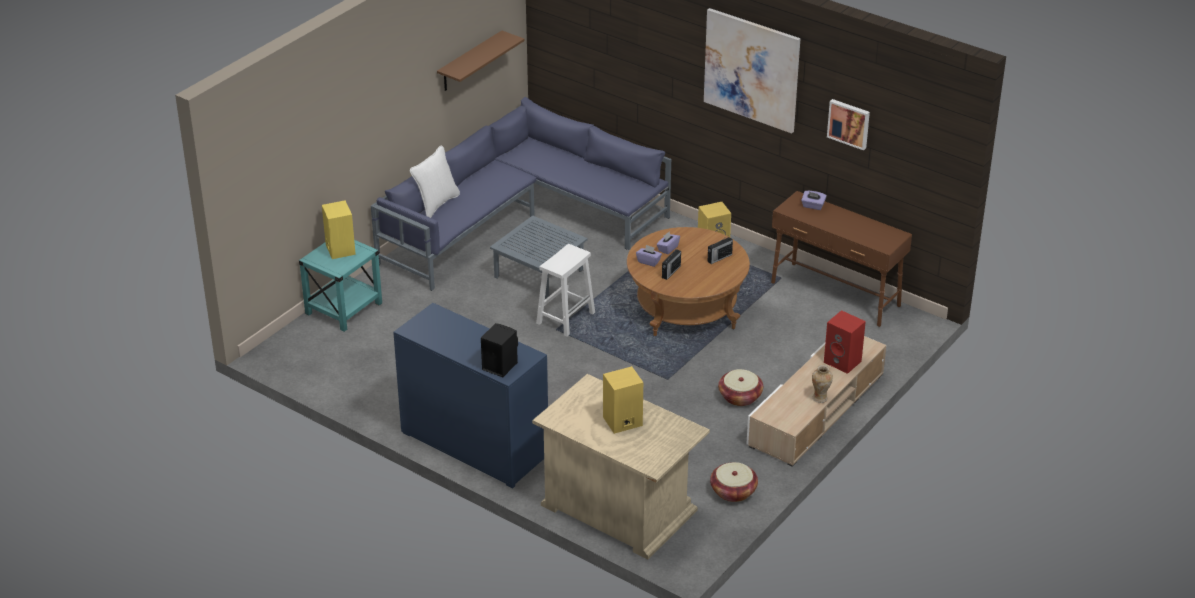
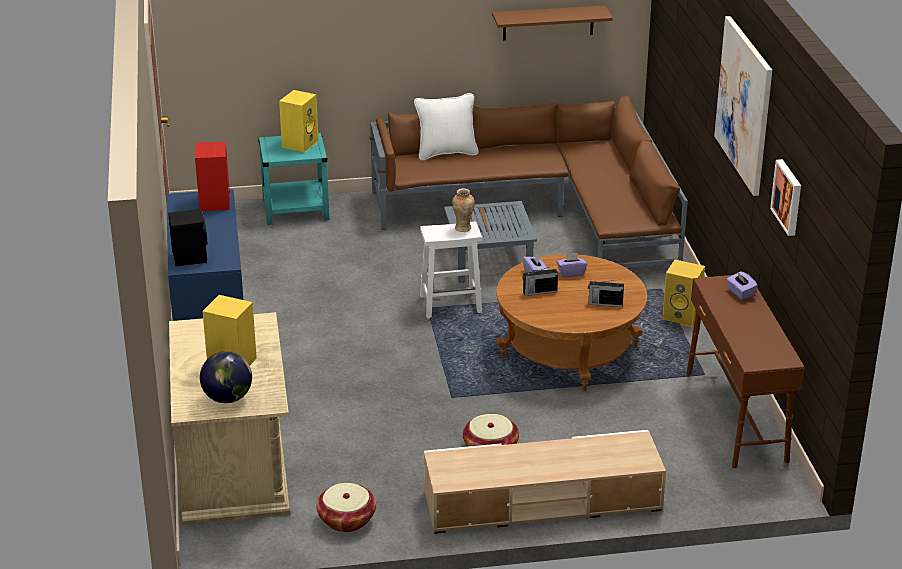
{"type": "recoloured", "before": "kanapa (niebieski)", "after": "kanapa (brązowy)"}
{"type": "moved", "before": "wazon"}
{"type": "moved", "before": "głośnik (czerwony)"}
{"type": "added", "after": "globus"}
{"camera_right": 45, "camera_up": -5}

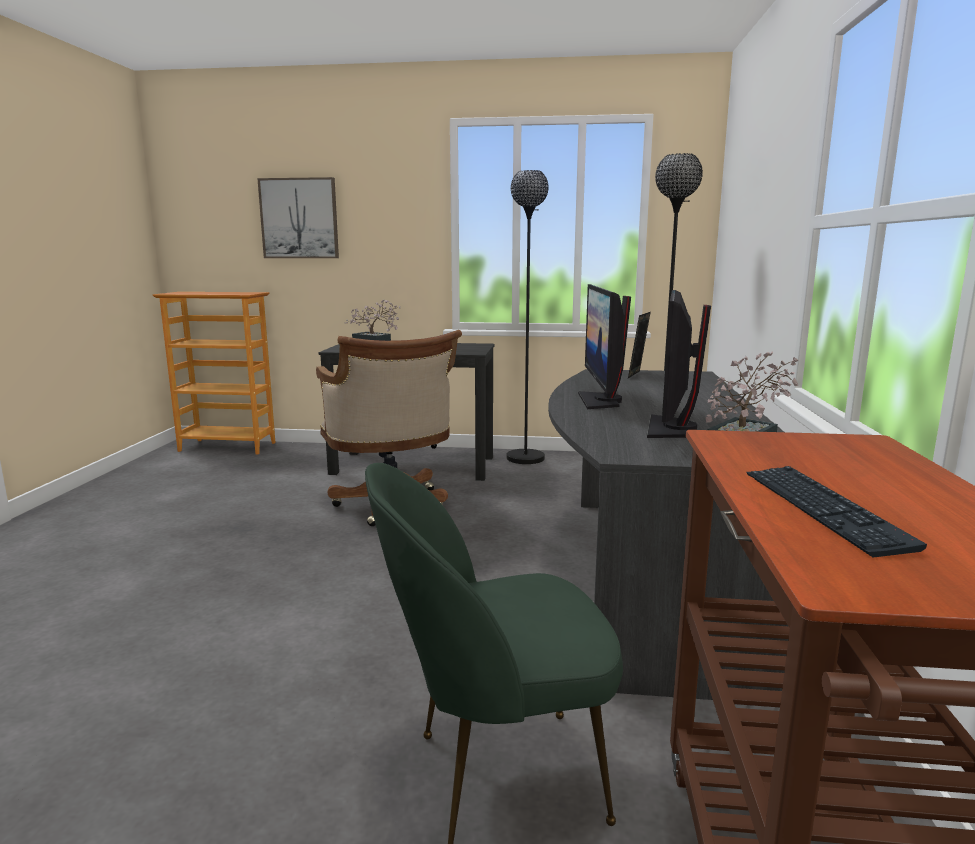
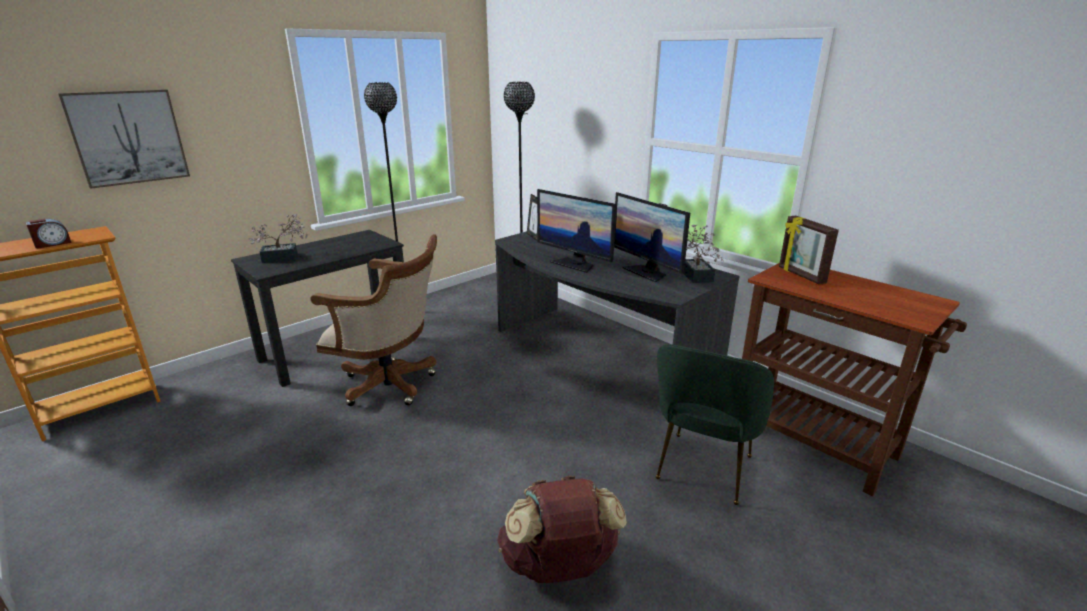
{"type": "removed", "before": "klawiatura"}
{"type": "added", "after": "budzik"}
{"type": "added", "after": "plecak (brązowy)"}
{"type": "added", "after": "ramka na zdjęcie (2nd from left)"}
{"camera_right": -50, "camera_up": 10}

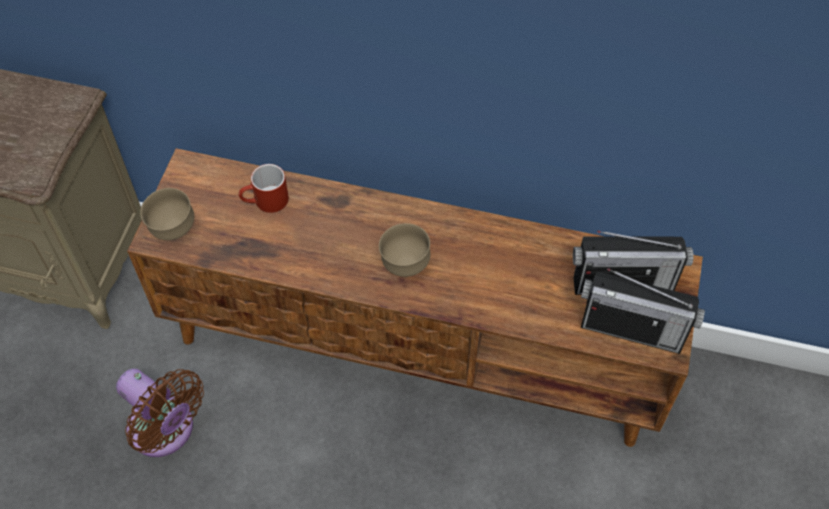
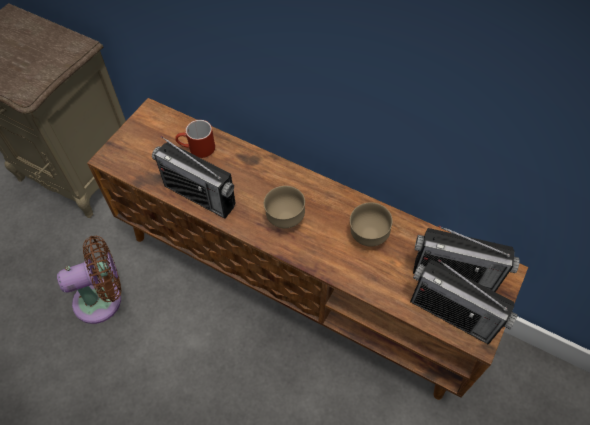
{"type": "turned", "before": "wentylator (brązowy)", "turn": -75}
{"type": "moved", "before": "miska (brązowy) (1st from left in the first image)", "after": "miska (brązowy) (2nd from left)"}
{"type": "added", "after": "radio (1st from left)"}
{"camera_right": 15, "camera_up": 0}

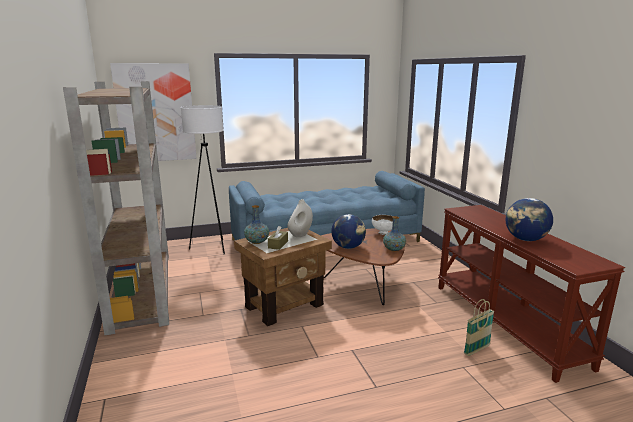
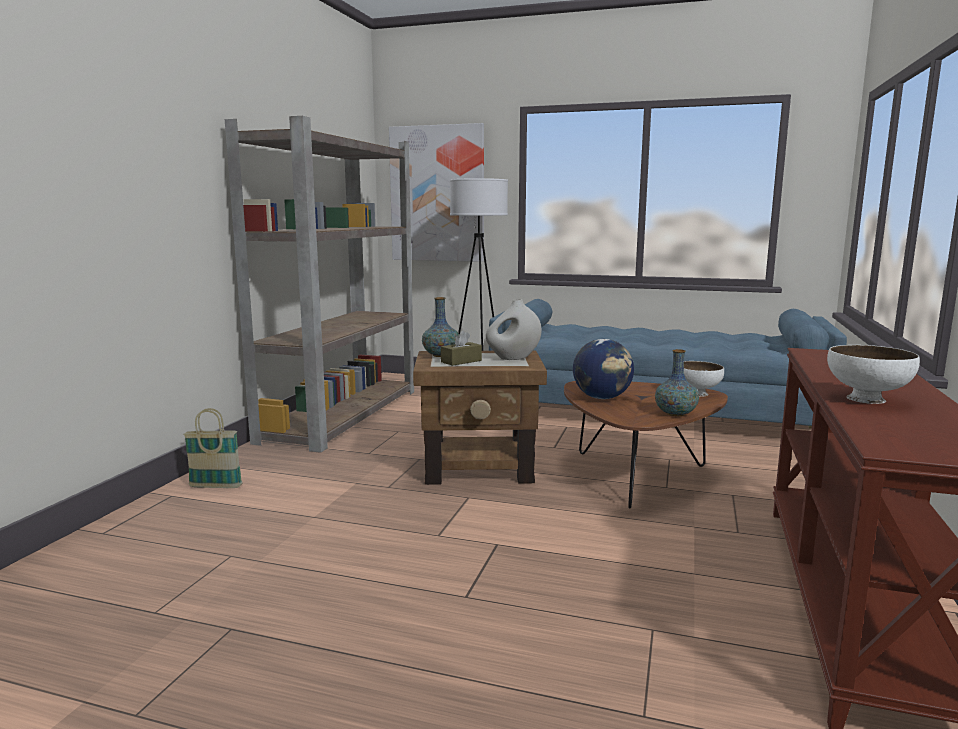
{"type": "moved", "before": "koszyk"}
{"type": "replaced", "before": "globus (2nd from left)", "after": "miska (biały) (2nd from left)"}
{"camera_right": 35, "camera_up": -5}

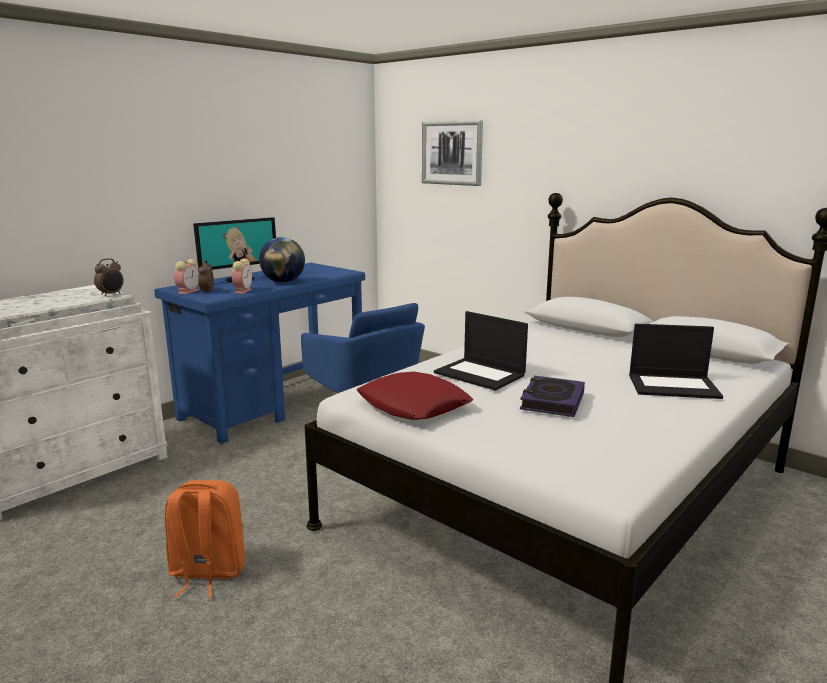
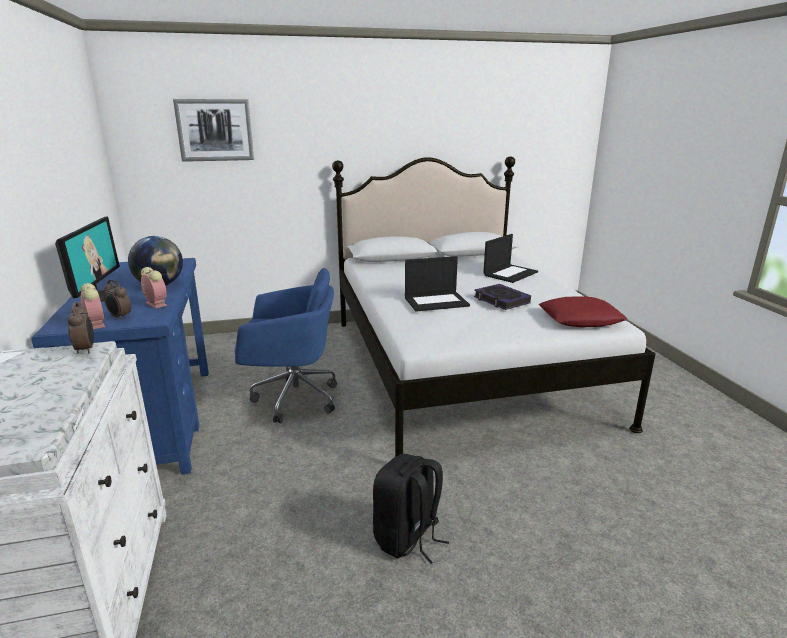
{"type": "recoloured", "before": "plecak (pomarańczowy)", "after": "plecak (czarny)"}
{"type": "moved", "before": "poduszka (czerwony)"}
{"camera_right": -55, "camera_up": 5}

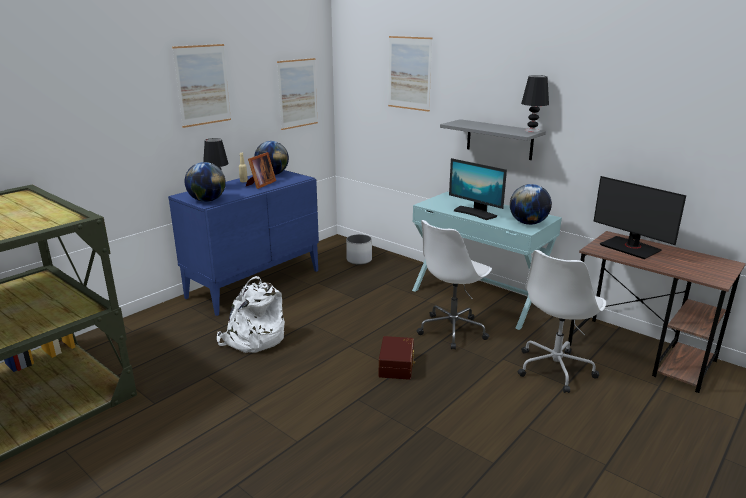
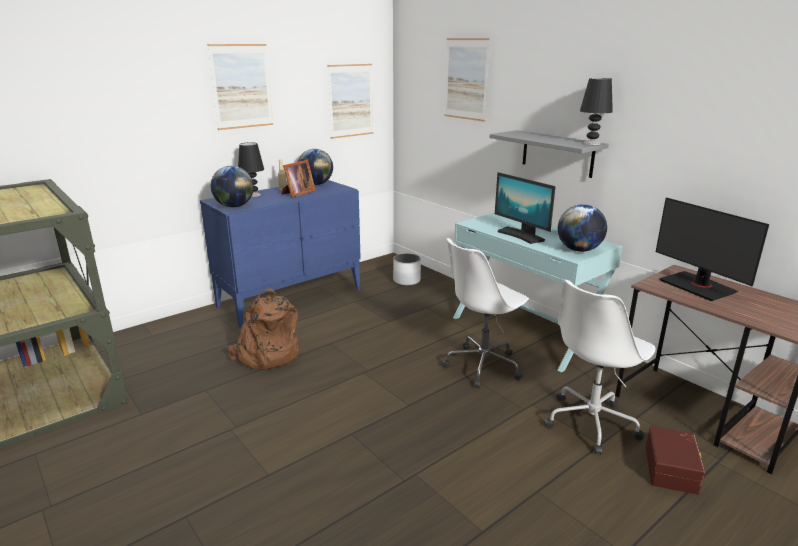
{"type": "recoloured", "before": "plecak (biały)", "after": "plecak (brązowy)"}
{"type": "moved", "before": "pojemnik do przechowywania (brązowy)"}
{"camera_right": 10, "camera_up": 0}

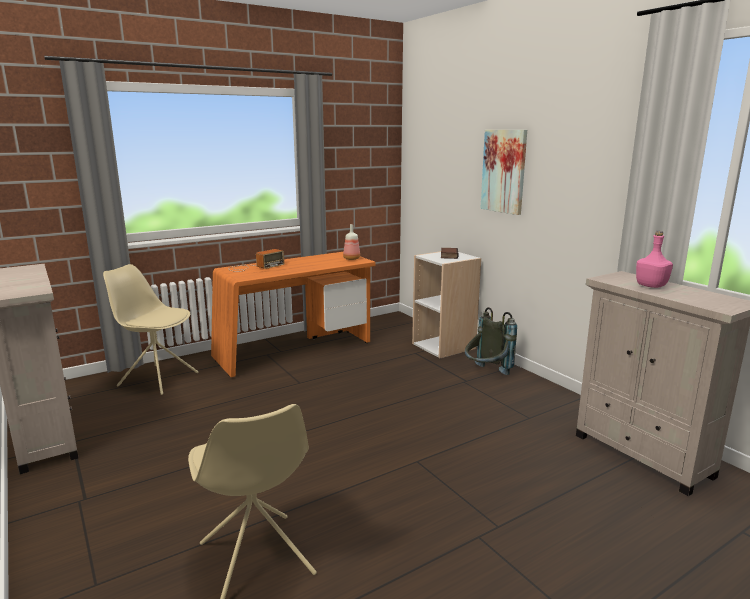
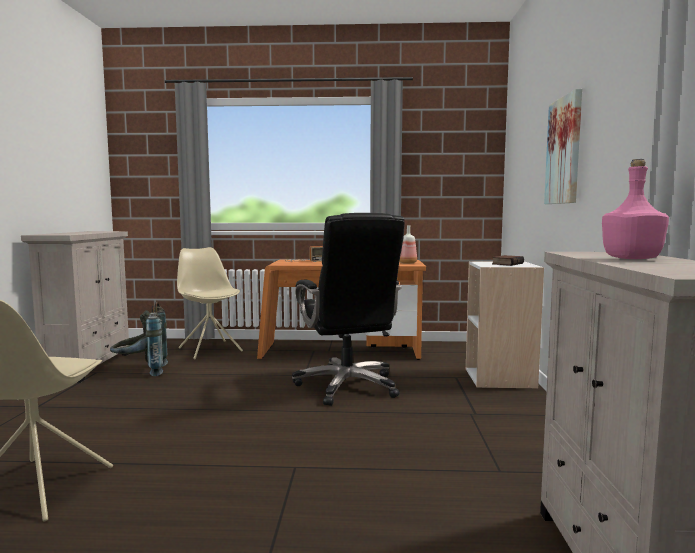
{"type": "moved", "before": "plecak (szary)"}
{"type": "added", "after": "krzesło biurowe (czarny)"}
{"camera_right": 35, "camera_up": -10}

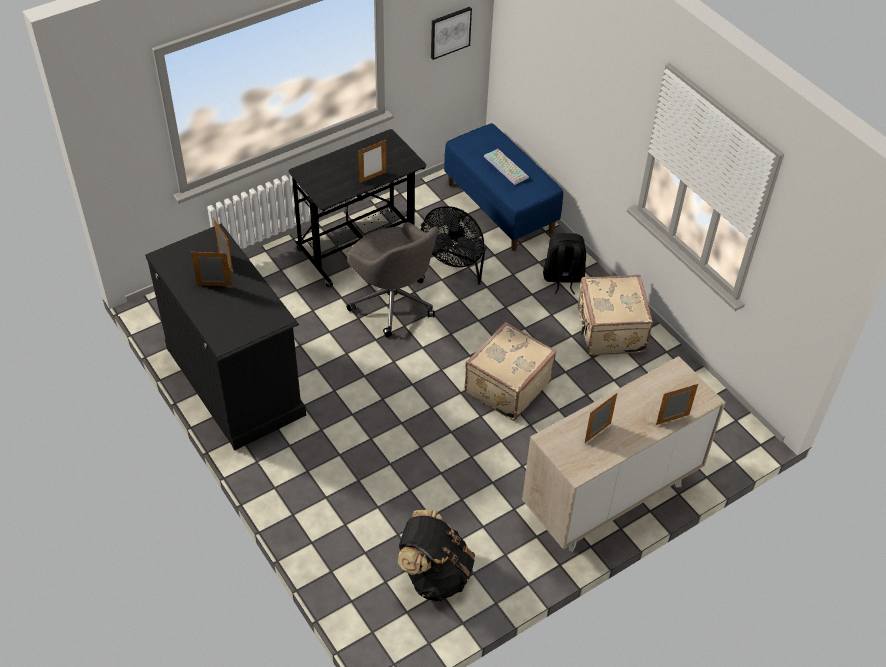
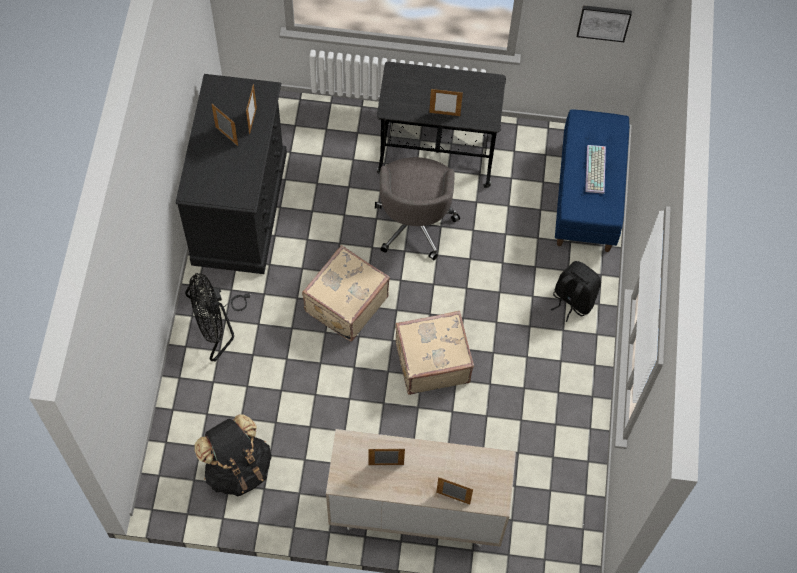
{"type": "moved", "before": "wentylator (czarny)"}
{"type": "moved", "before": "walizka (beżowy) (2nd from left in the first image)", "after": "walizka (beżowy) (1st from left)"}
{"camera_right": 40, "camera_up": 15}

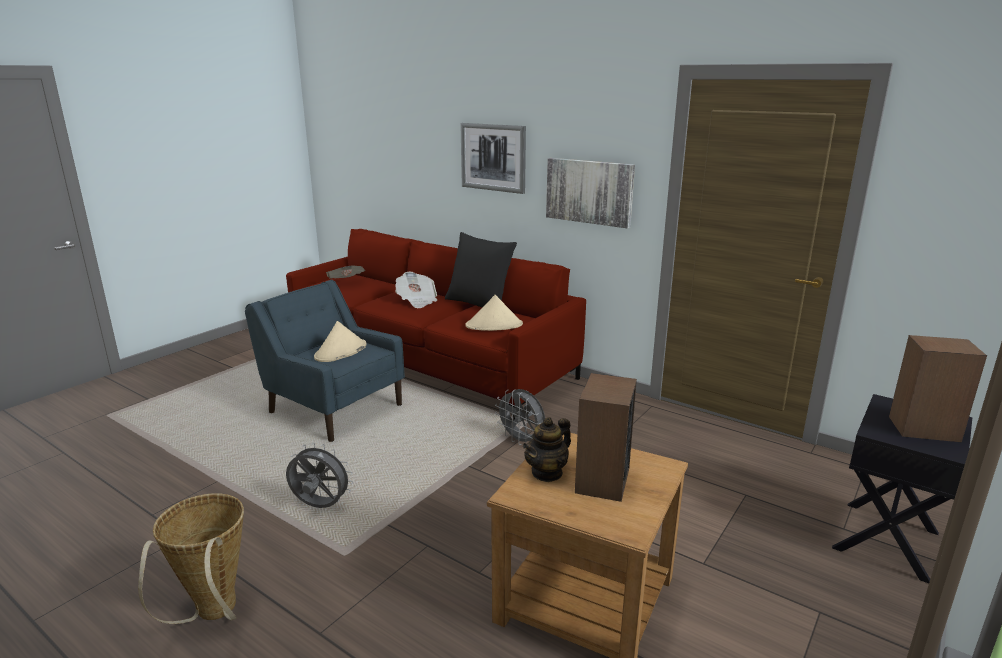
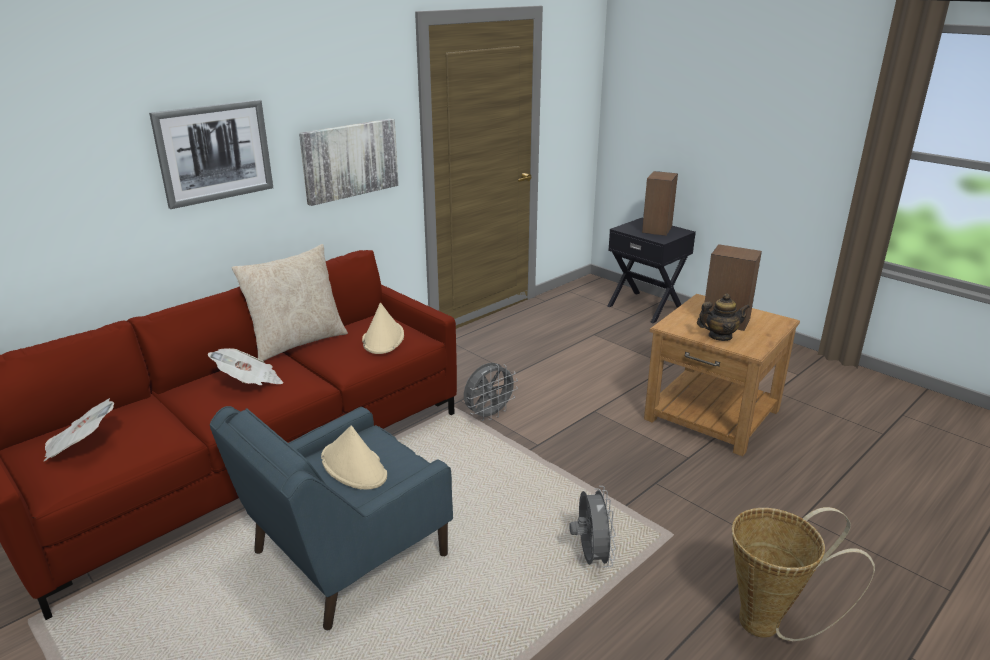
{"type": "turned", "before": "wentylator (szary) (1st from left in the first image)", "turn": 150}
{"type": "recoloured", "before": "poduszka (czarny)", "after": "poduszka (beżowy)"}
{"type": "turned", "before": "imbryk", "turn": -60}
{"camera_right": -80, "camera_up": 5}

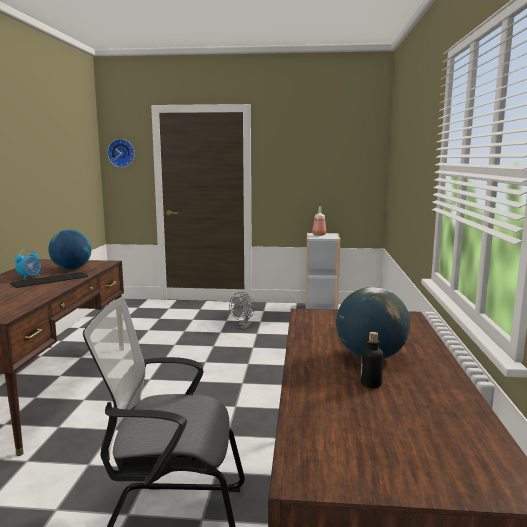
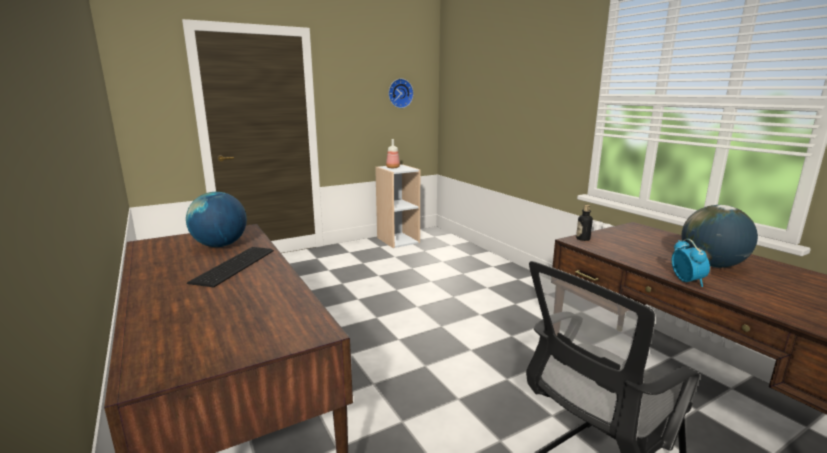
{"type": "moved", "before": "budzik"}
{"type": "moved", "before": "zegar ścienny"}
{"type": "removed", "before": "wentylator (szary)"}
{"type": "moved", "before": "butelka (2nd from left)"}
{"camera_right": -35, "camera_up": 5}

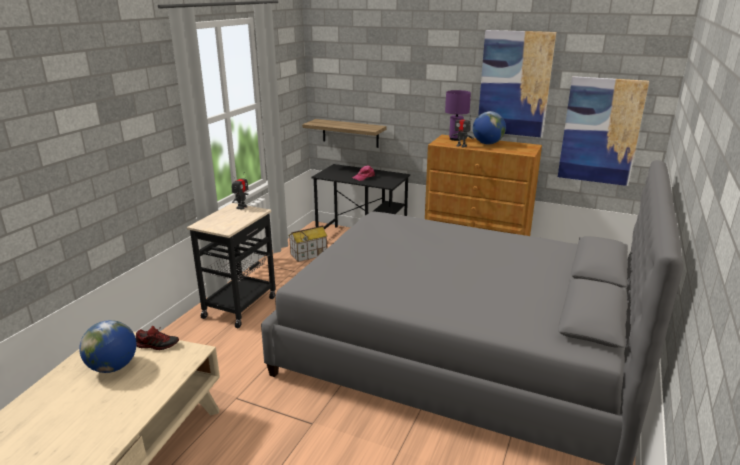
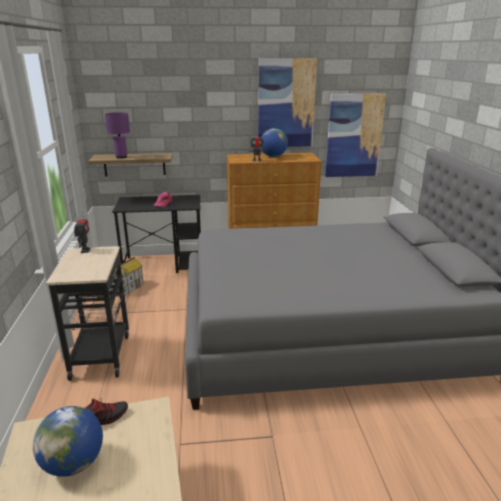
{"type": "moved", "before": "lampa stołowa (fioletowy)"}
{"camera_right": -30, "camera_up": 0}

